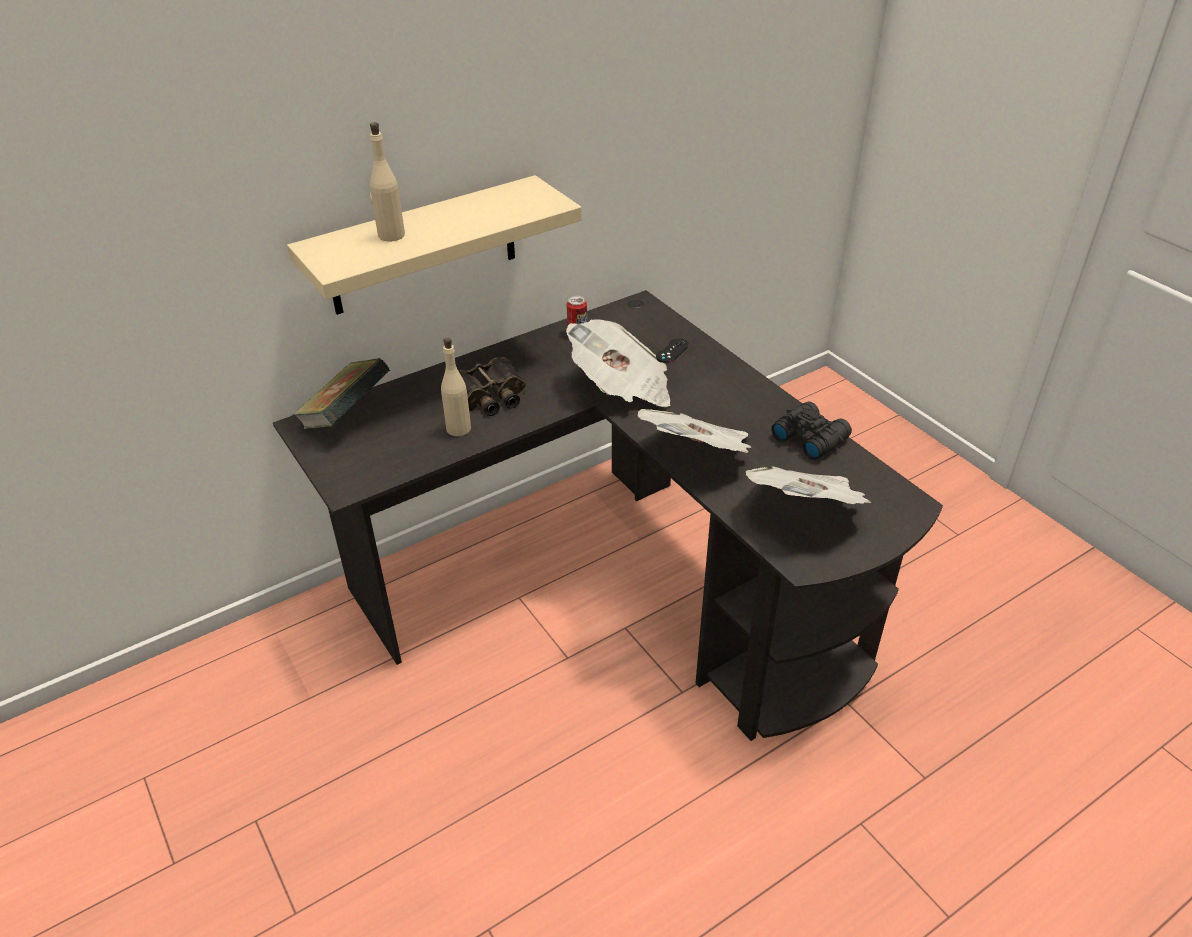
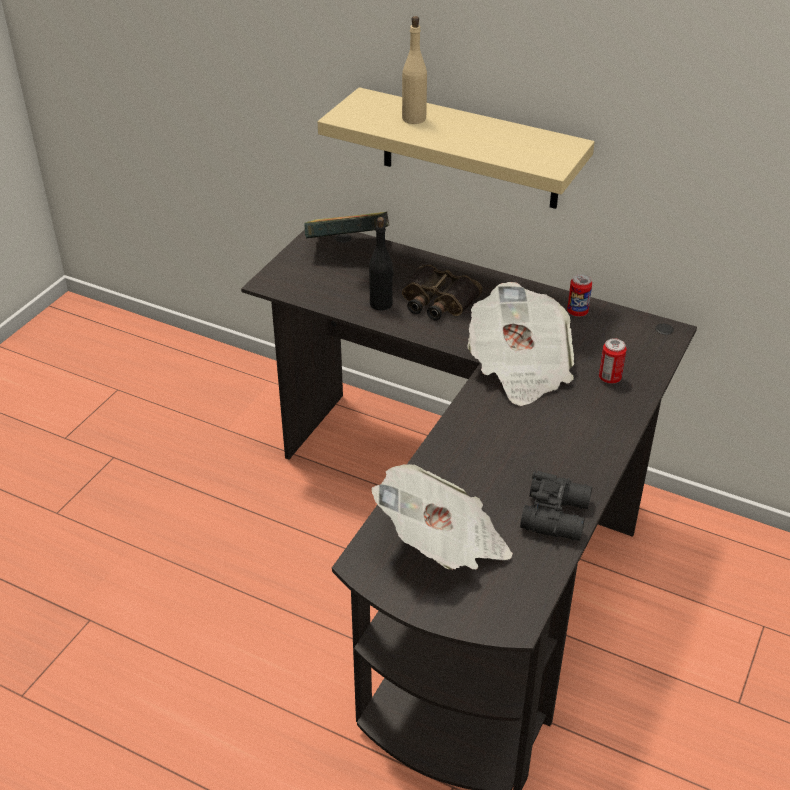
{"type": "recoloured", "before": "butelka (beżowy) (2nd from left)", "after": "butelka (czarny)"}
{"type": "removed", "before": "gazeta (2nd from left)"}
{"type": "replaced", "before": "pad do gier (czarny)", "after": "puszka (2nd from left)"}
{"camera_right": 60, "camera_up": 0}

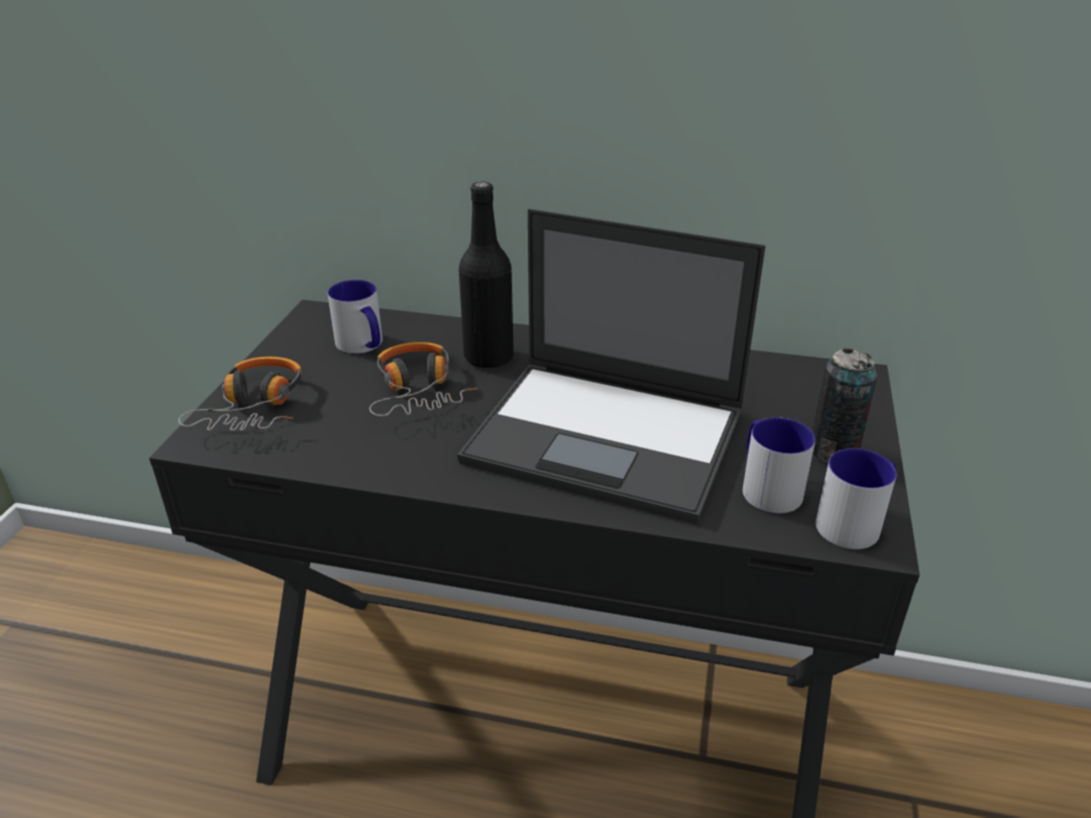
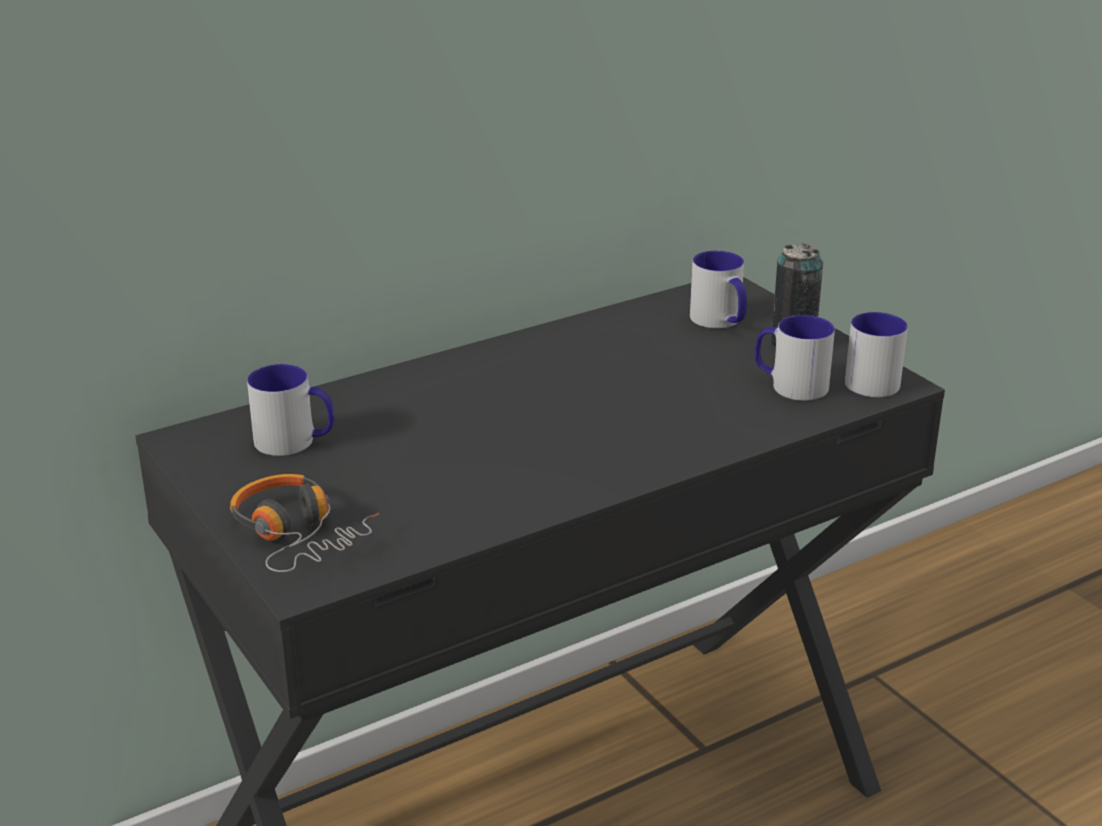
{"type": "removed", "before": "słuchawki (2nd from left)"}
{"type": "removed", "before": "laptop"}
{"type": "removed", "before": "butelka (czarny)"}
{"type": "added", "after": "kubek (2nd from left)"}
{"camera_right": -45, "camera_up": -5}

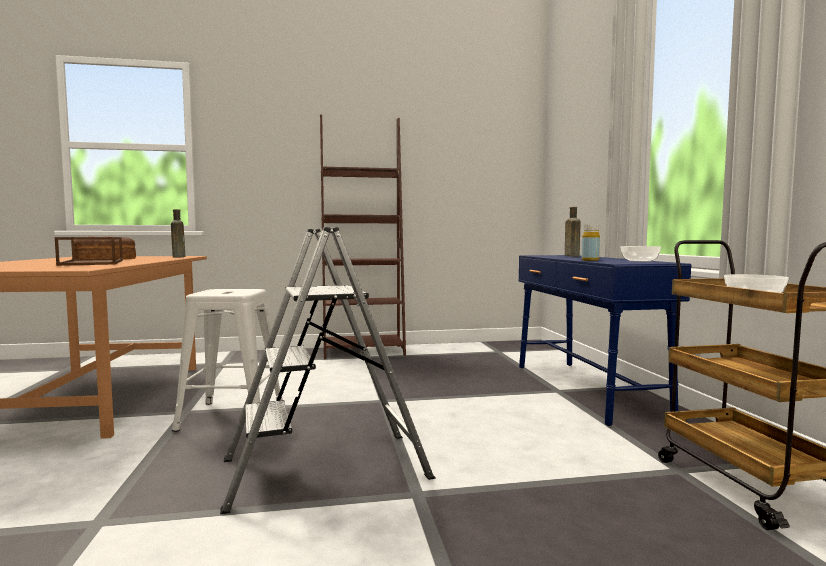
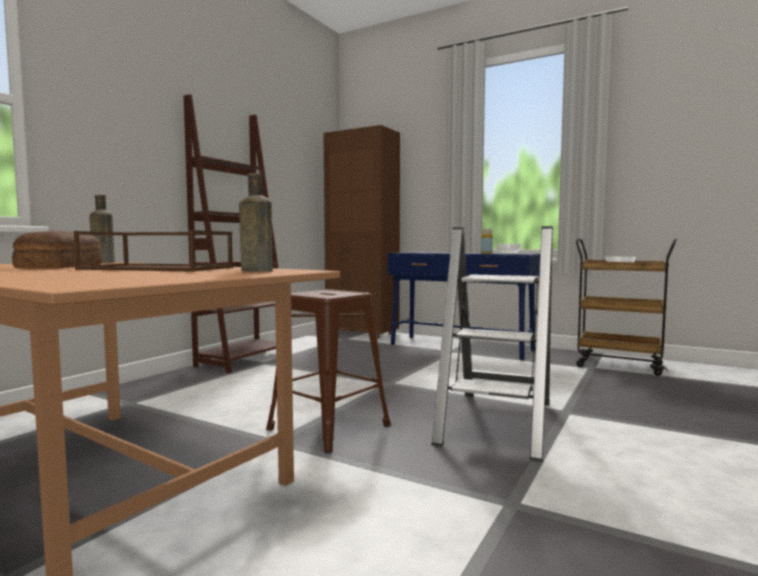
{"type": "recoloured", "before": "stołek (biały)", "after": "stołek (brązowy)"}
{"type": "moved", "before": "butelka (brązowy) (2nd from left)"}
{"type": "added", "after": "szafka (brązowy)"}
{"camera_right": -50, "camera_up": 0}

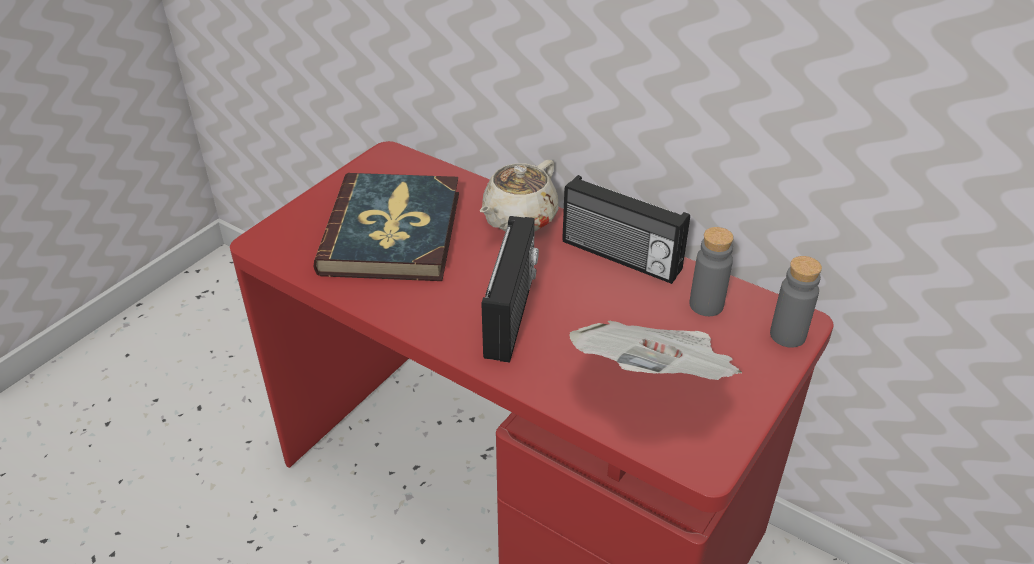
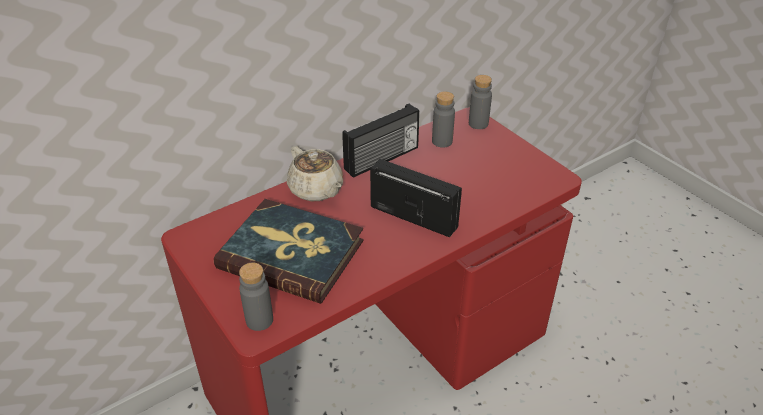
{"type": "removed", "before": "gazeta"}
{"type": "added", "after": "butelka (szary) (1st from left)"}
{"camera_right": -70, "camera_up": 0}

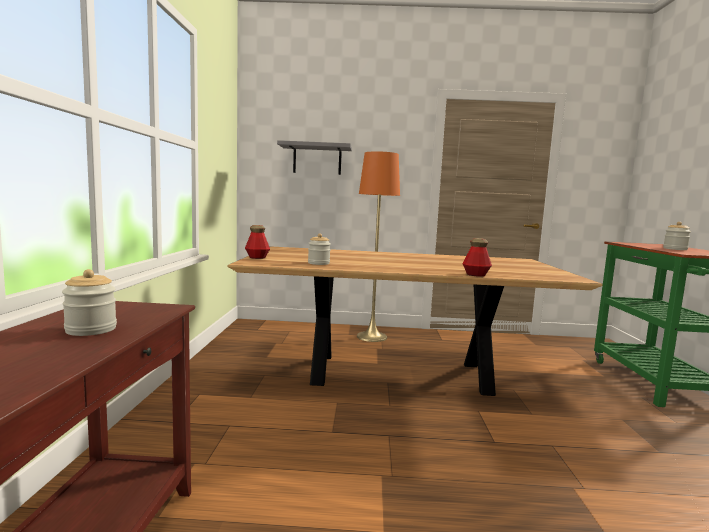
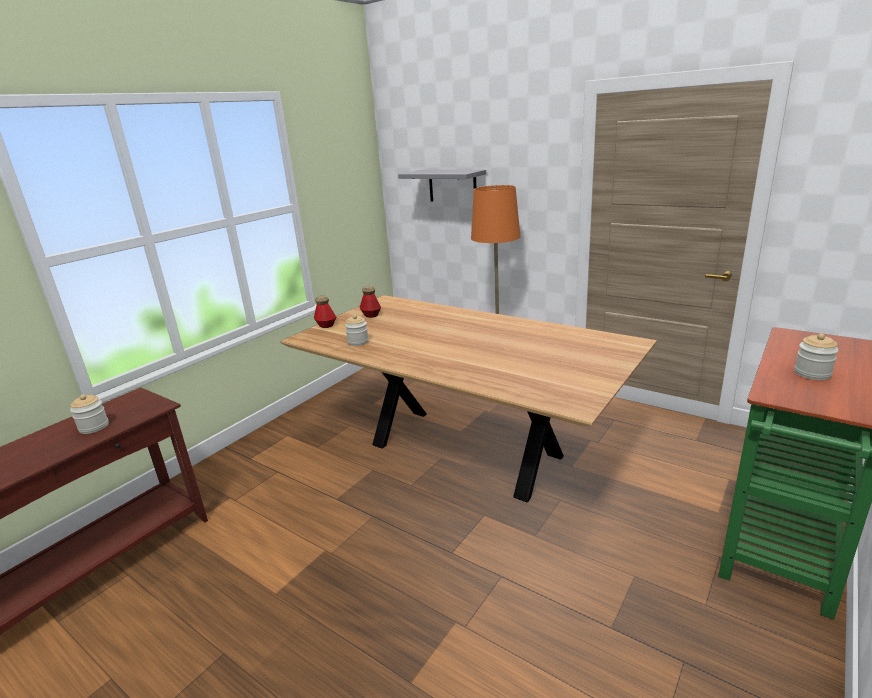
{"type": "moved", "before": "butelka (2nd from left)"}
{"camera_right": 35, "camera_up": 15}

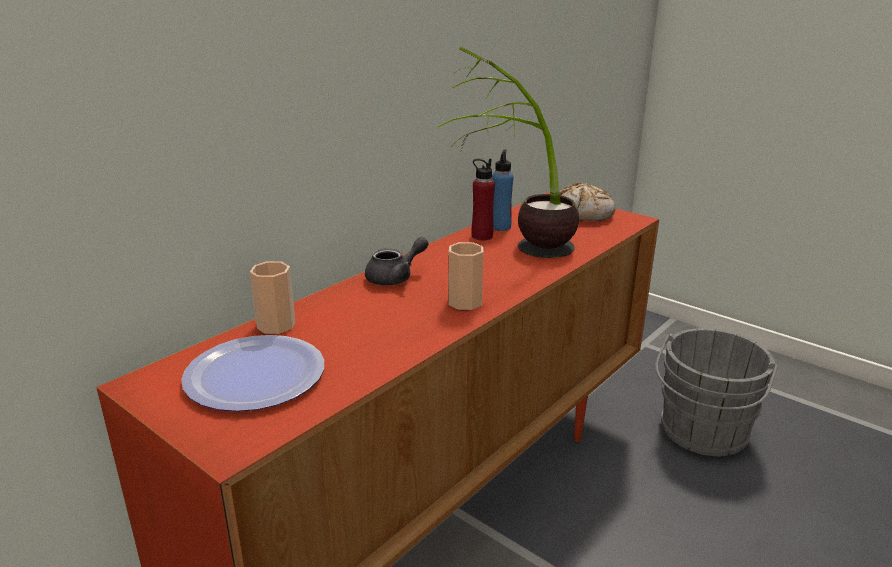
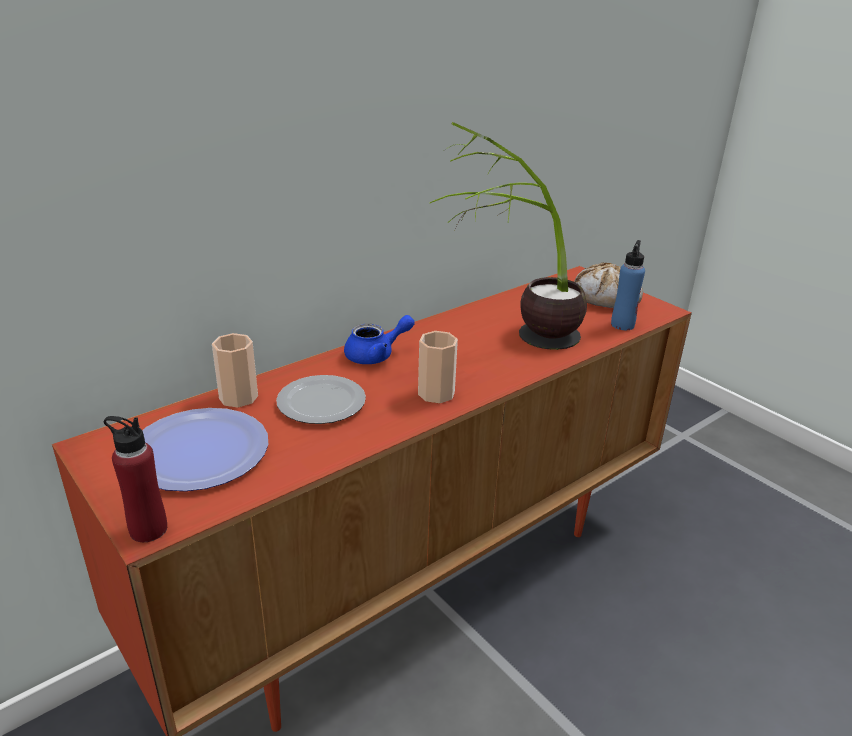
{"type": "recoloured", "before": "imbryk (szary)", "after": "imbryk (niebieski)"}
{"type": "moved", "before": "butelka (czerwony)"}
{"type": "moved", "before": "butelka (niebieski)"}
{"type": "removed", "before": "wiadro (szary)"}
{"type": "added", "after": "talerz (2nd from left)"}
{"camera_right": 10, "camera_up": 5}

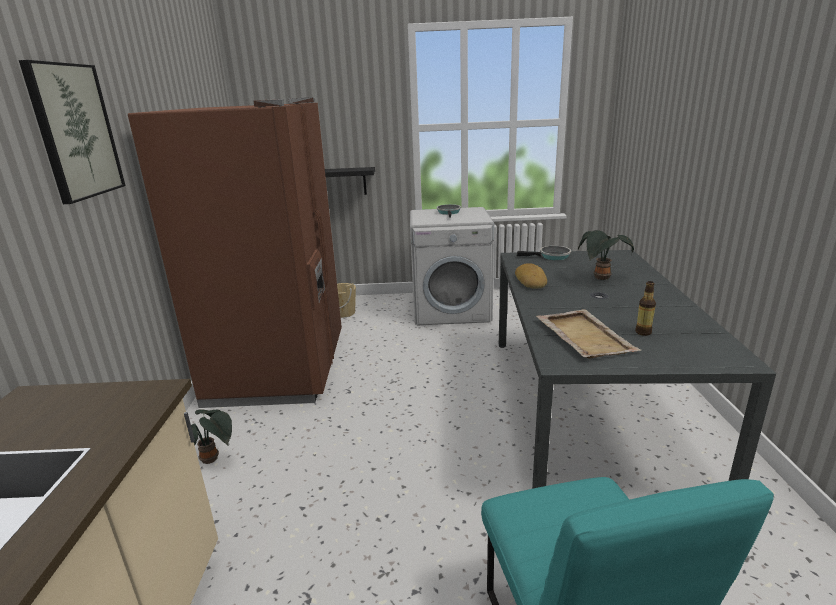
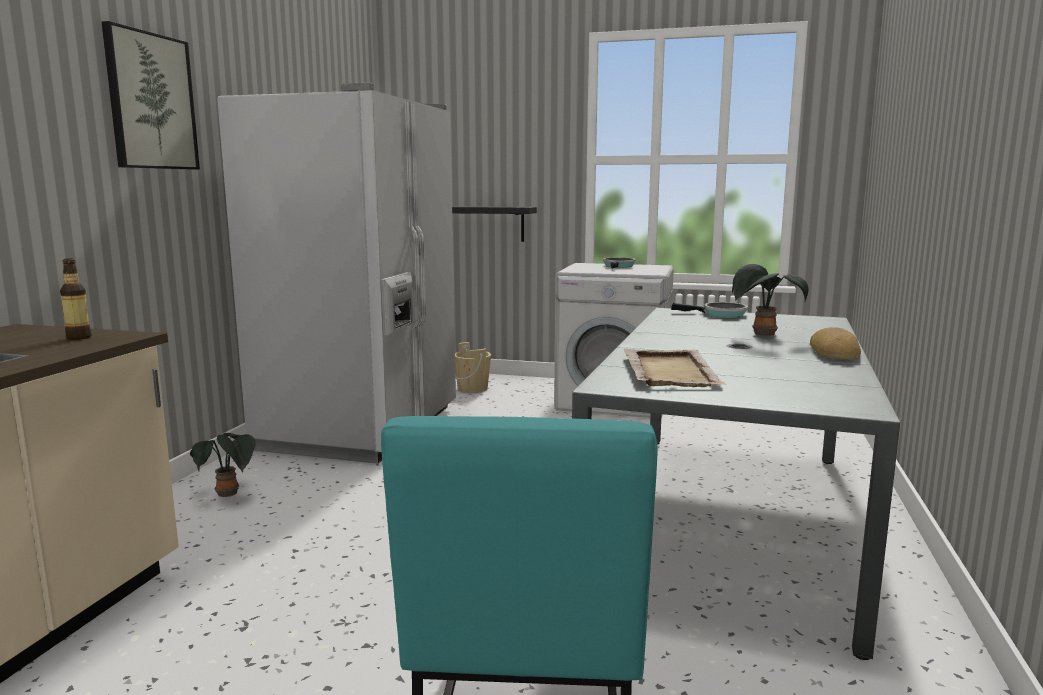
{"type": "recoloured", "before": "lodówka (brązowy)", "after": "lodówka (biały)"}
{"type": "moved", "before": "chleb"}
{"type": "moved", "before": "butelka"}
{"camera_right": 15, "camera_up": -10}

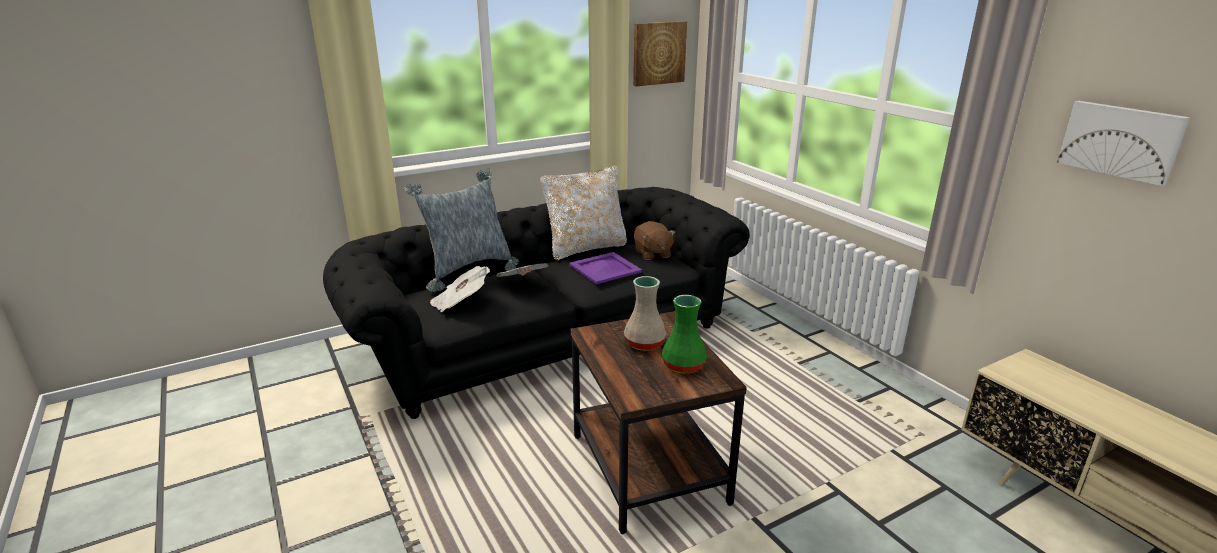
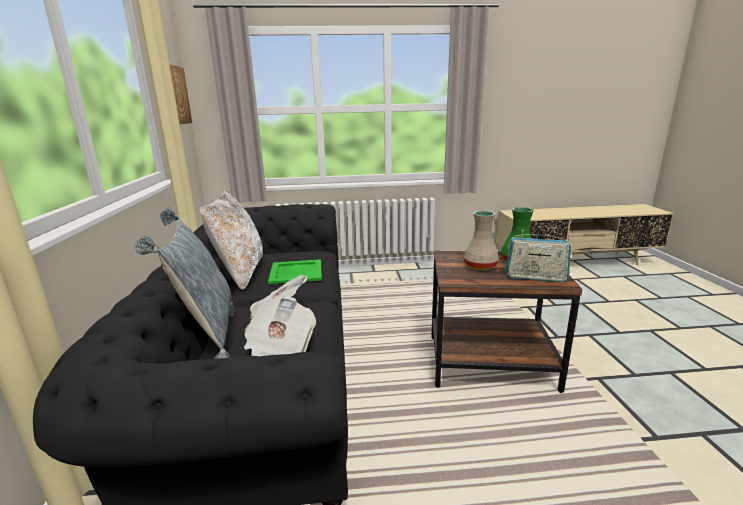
{"type": "recoloured", "before": "taca (fioletowy)", "after": "taca (zielony)"}
{"type": "removed", "before": "pluszak (brązowy)"}
{"type": "removed", "before": "obraz (2nd from left)"}
{"type": "added", "after": "radio"}
{"camera_right": -65, "camera_up": -5}

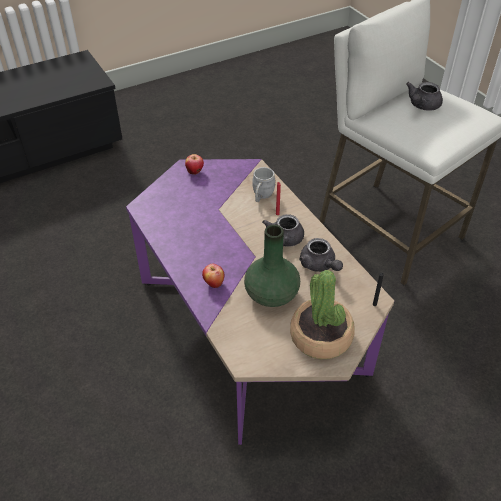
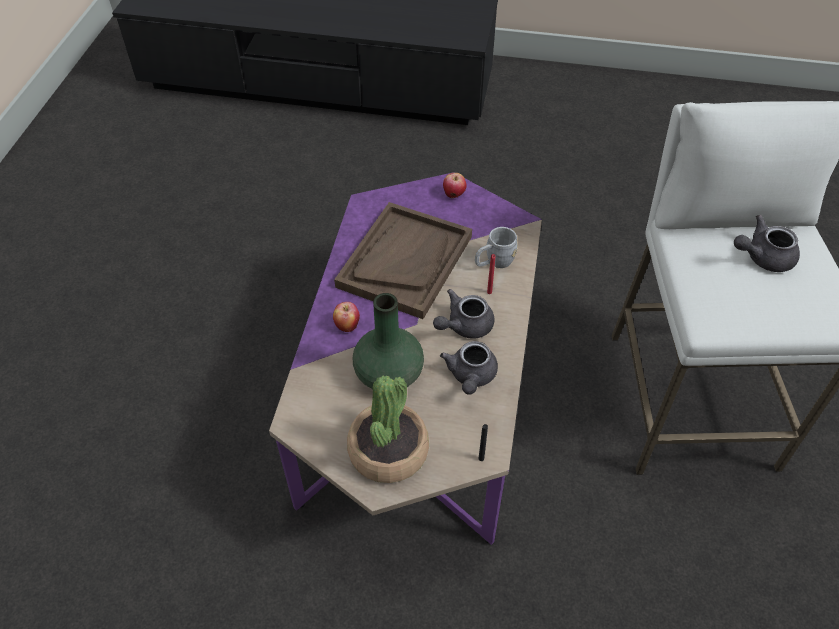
{"type": "added", "after": "taca (brązowy)"}
{"camera_right": 40, "camera_up": 5}

